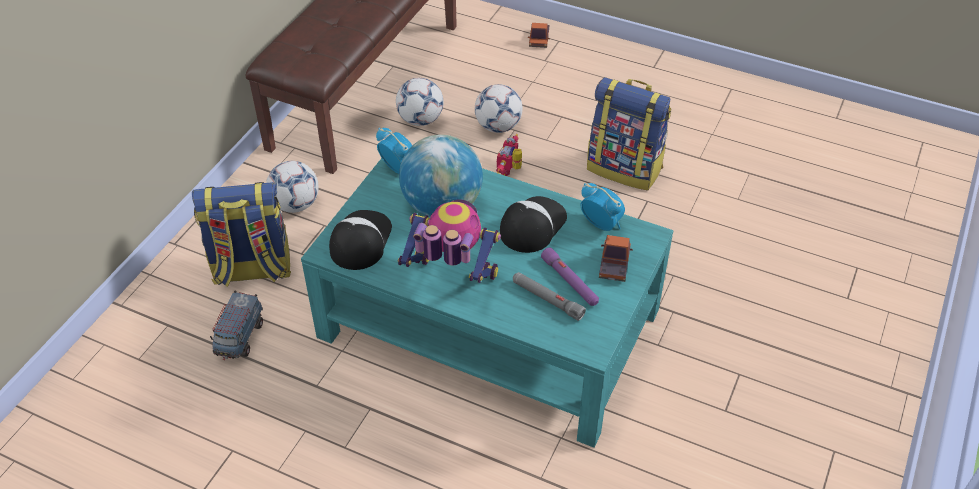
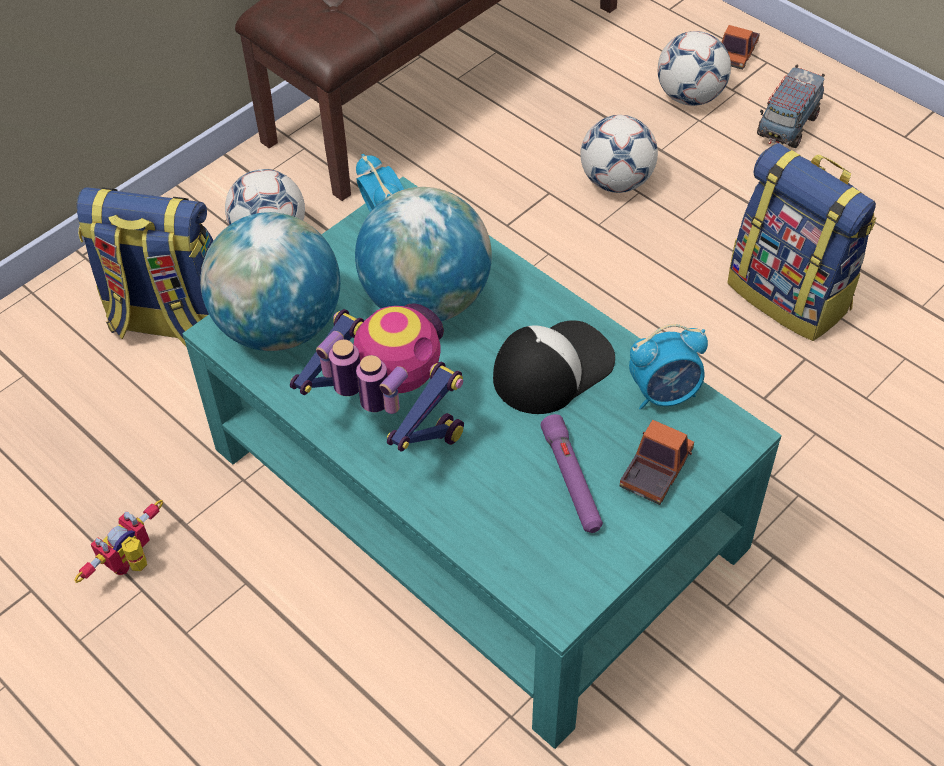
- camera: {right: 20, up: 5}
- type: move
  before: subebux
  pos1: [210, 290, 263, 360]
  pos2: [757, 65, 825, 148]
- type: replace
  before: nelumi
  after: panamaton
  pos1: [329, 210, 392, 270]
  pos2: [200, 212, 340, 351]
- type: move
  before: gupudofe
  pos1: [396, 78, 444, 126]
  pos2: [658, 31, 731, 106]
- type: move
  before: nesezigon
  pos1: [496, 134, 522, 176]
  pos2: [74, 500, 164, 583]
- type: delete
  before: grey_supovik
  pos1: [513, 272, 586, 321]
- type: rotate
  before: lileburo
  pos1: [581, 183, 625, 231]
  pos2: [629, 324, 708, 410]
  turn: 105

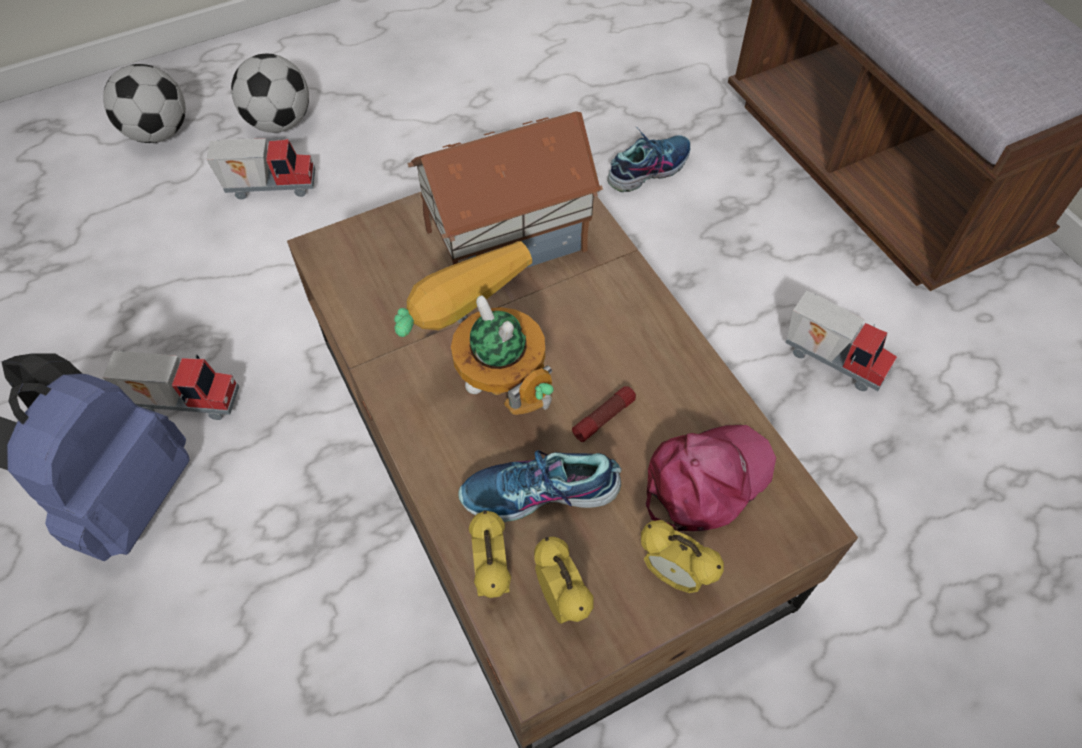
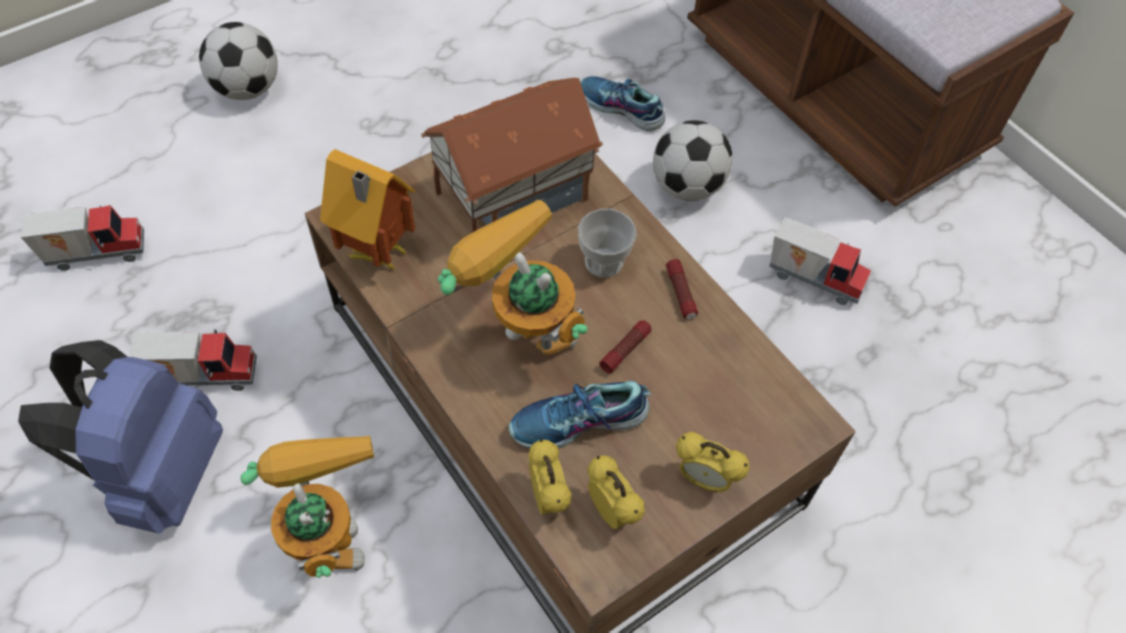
- camera: {right: -10, up: 0}
- type: move
  before: gupudofe
  pos1: [103, 64, 186, 143]
  pos2: [653, 120, 733, 201]
- type: move
  before: subebux
  pos1: [206, 138, 315, 199]
  pos2: [21, 205, 144, 271]
- type: rotate
  before: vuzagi
  pos1: [607, 127, 690, 192]
  pos2: [580, 76, 665, 131]
  turn: -105
- type: delete
  before: pink_nelumi
  pos1: [646, 425, 776, 532]
- type: insert
  after: nesezigon
  pos2: [240, 436, 374, 578]
- type: insert
  after: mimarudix
  pos2: [320, 149, 415, 271]
- type: insert
  after: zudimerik
  pos2: [578, 209, 637, 277]
- type: insert
  after: supovik
  pos2: [666, 259, 698, 319]

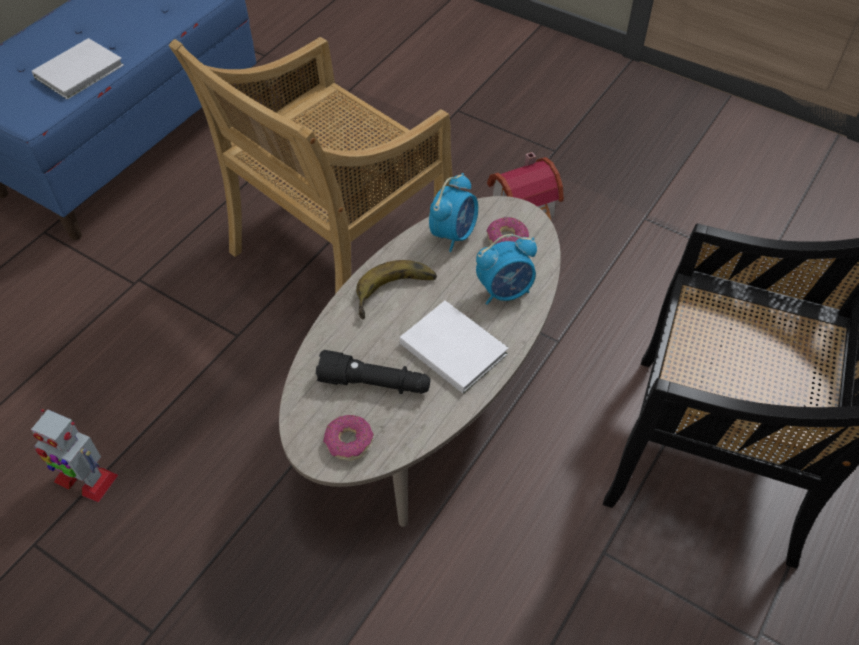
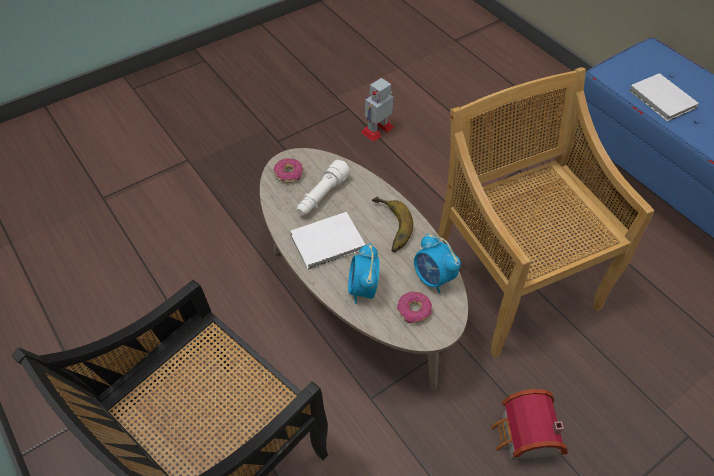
- camera: {right: 110, up: 0}
- type: recolor
  before: black_supovik
  after: white_supovik
  pos1: [316, 350, 430, 394]
  pos2: [297, 160, 351, 216]

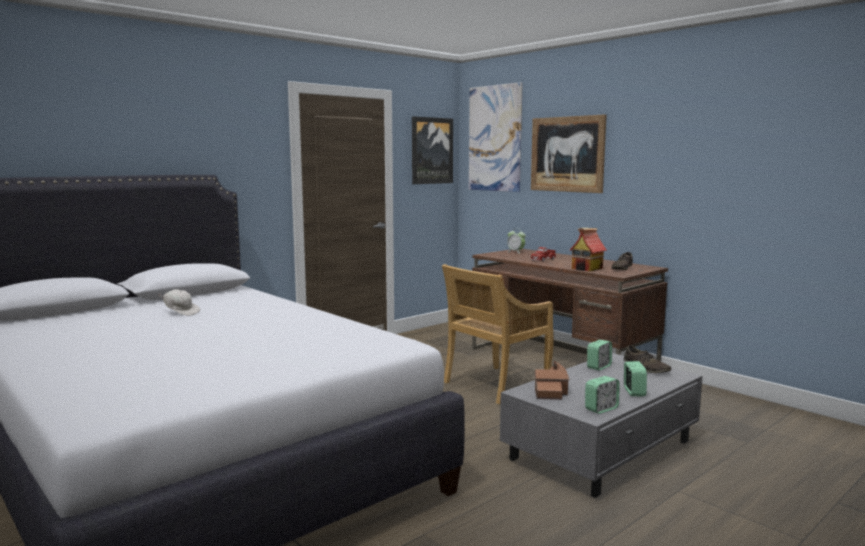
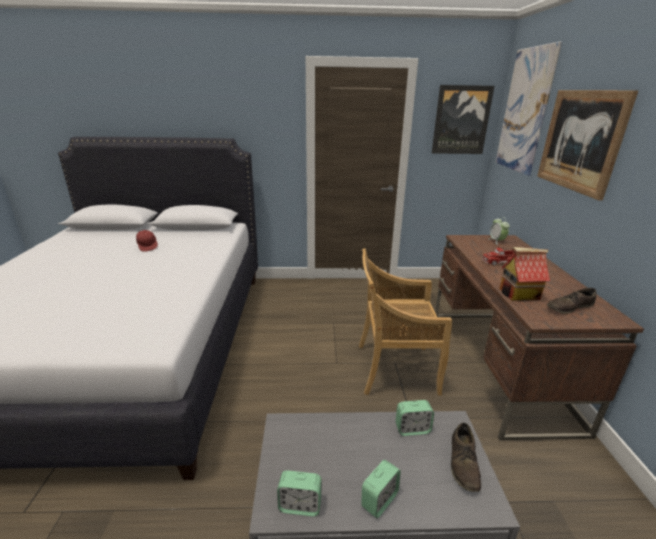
- camera: {right: 40, up: 15}
- type: recolor
  before: white_nelumi
  after: red_nelumi
  pos1: [159, 289, 200, 316]
  pos2: [136, 230, 158, 252]
- type: delete
  before: mimarudix
  pos1: [534, 361, 570, 400]

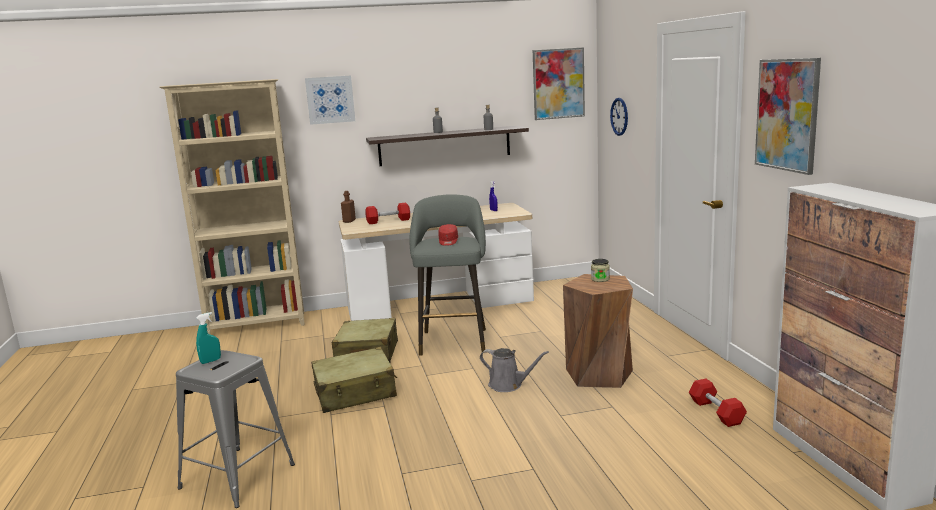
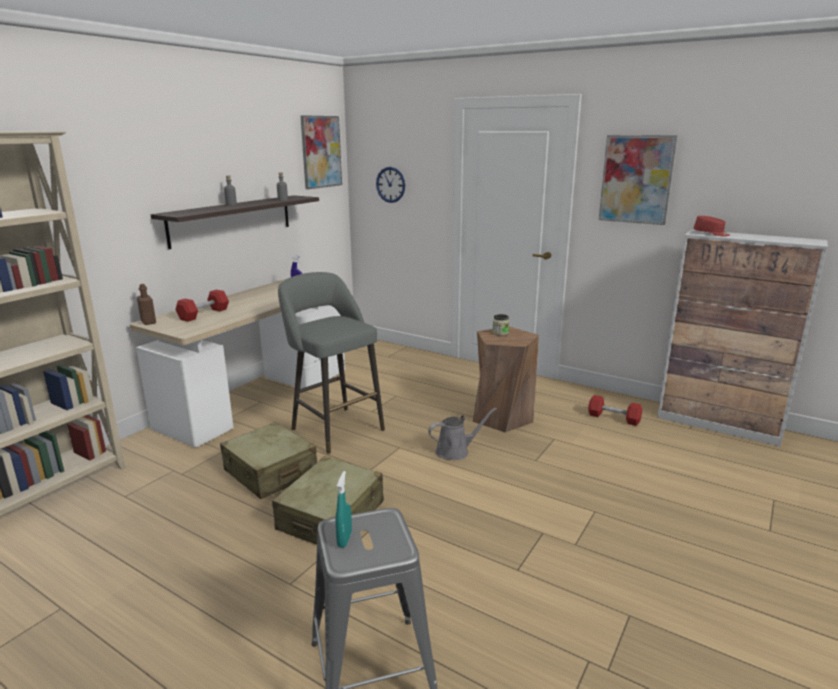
- camera: {right: -45, up: 5}
- type: delete
  before: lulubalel
  pos1: [305, 76, 355, 125]
- type: move
  before: red_nelumi
  pos1: [439, 224, 458, 246]
  pos2: [694, 216, 730, 236]

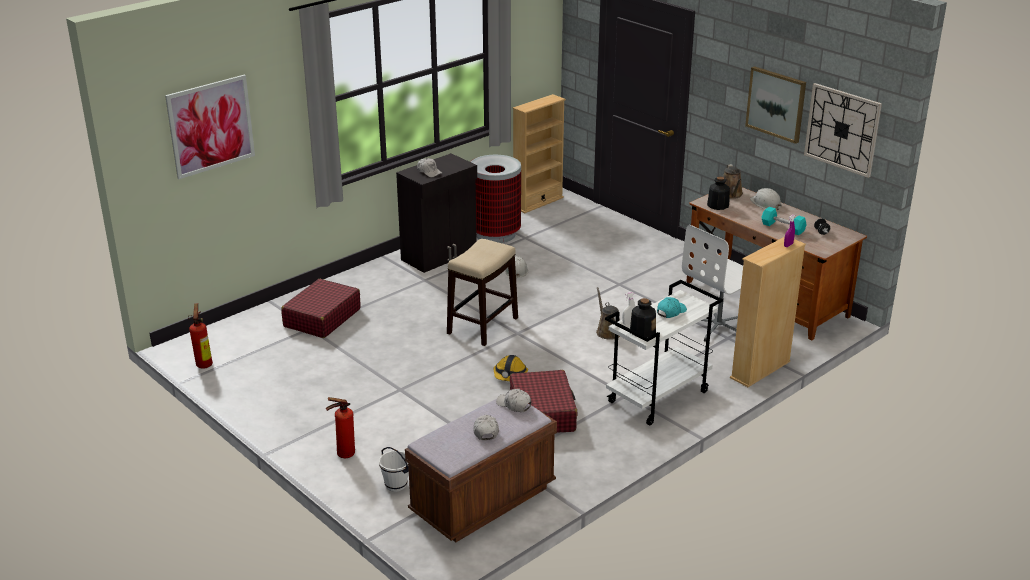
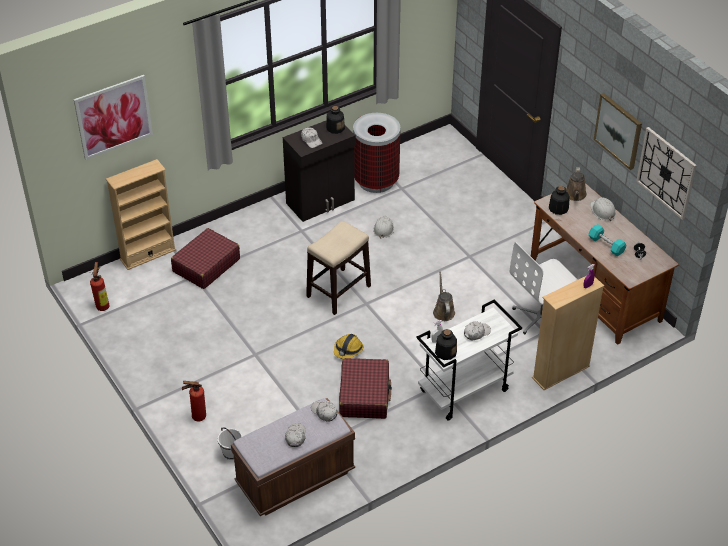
- camera: {right: 10, up: 15}
- type: move
  before: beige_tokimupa
  pos1: [513, 94, 566, 213]
  pos2: [106, 159, 176, 270]
- type: recolor
  before: turquoise_nelumi
  after: white_nelumi
  pos1: [657, 297, 687, 318]
  pos2: [464, 321, 491, 340]
- type: insert
  after: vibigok
  pos2: [326, 106, 345, 134]

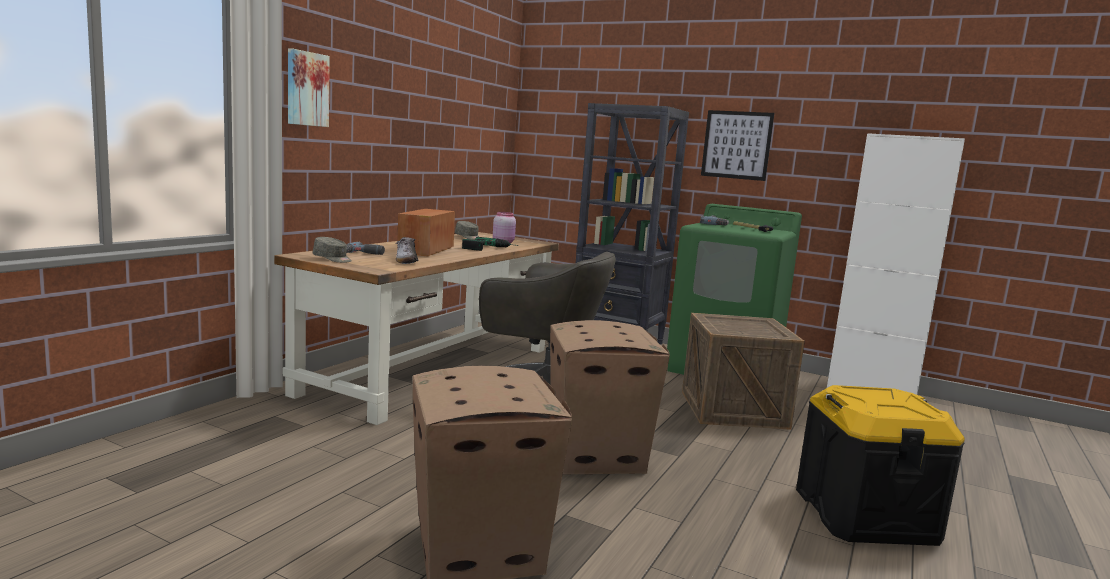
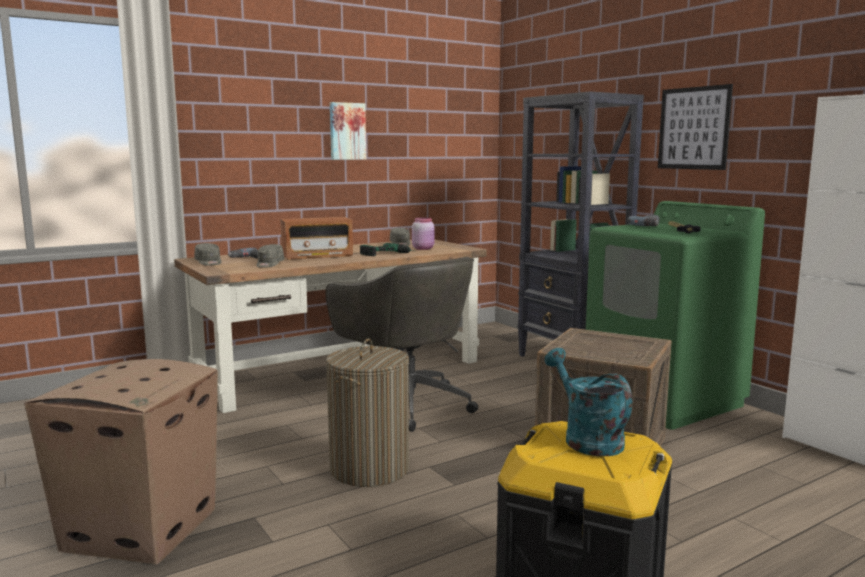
- camera: {right: 30, up: 0}
- type: move
  before: lulubalel
  pos1: [288, 49, 330, 127]
  pos2: [330, 102, 366, 160]
- type: replace
  before: vuzagi
  after: grey_nelumi
  pos1: [396, 237, 418, 264]
  pos2: [257, 244, 284, 268]
- type: rotate
  before: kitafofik
  pos1: [397, 209, 455, 256]
  pos2: [281, 217, 353, 260]
  turn: -150
- type: replace
  before: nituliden
  after: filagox
  pos1: [550, 320, 670, 474]
  pos2: [326, 338, 409, 487]
- type: insert
  after: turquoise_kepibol
  pos2: [544, 348, 632, 456]

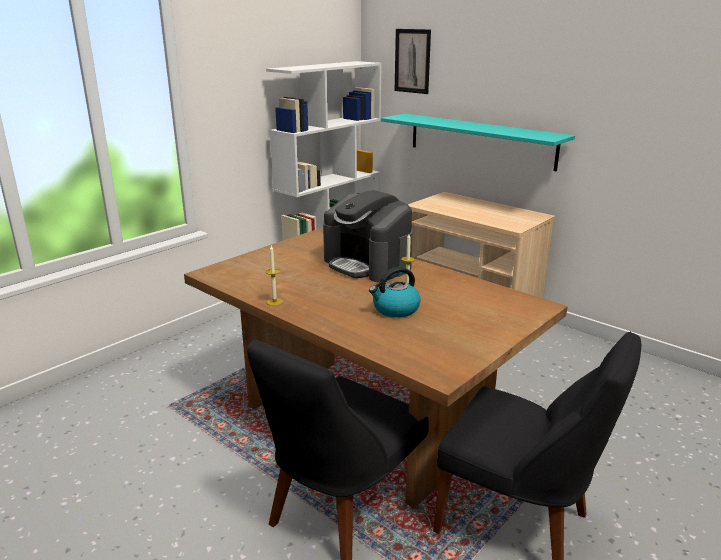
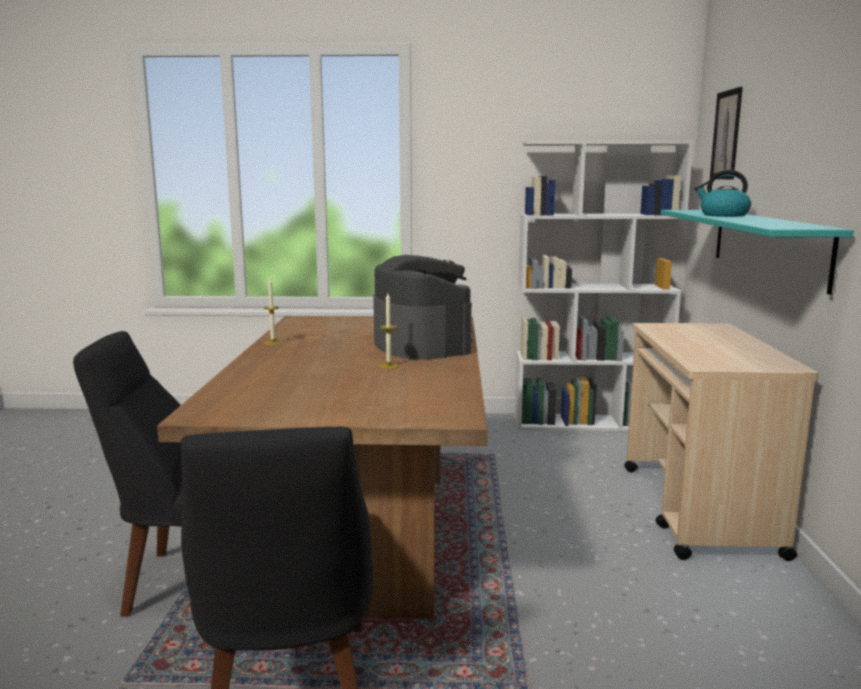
- camera: {right: 50, up: -10}
- type: rotate
  before: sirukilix
  pos1: [323, 190, 413, 282]
  pos2: [373, 255, 472, 360]
  turn: 150
- type: move
  before: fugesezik
  pos1: [369, 267, 421, 318]
  pos2: [695, 170, 751, 217]

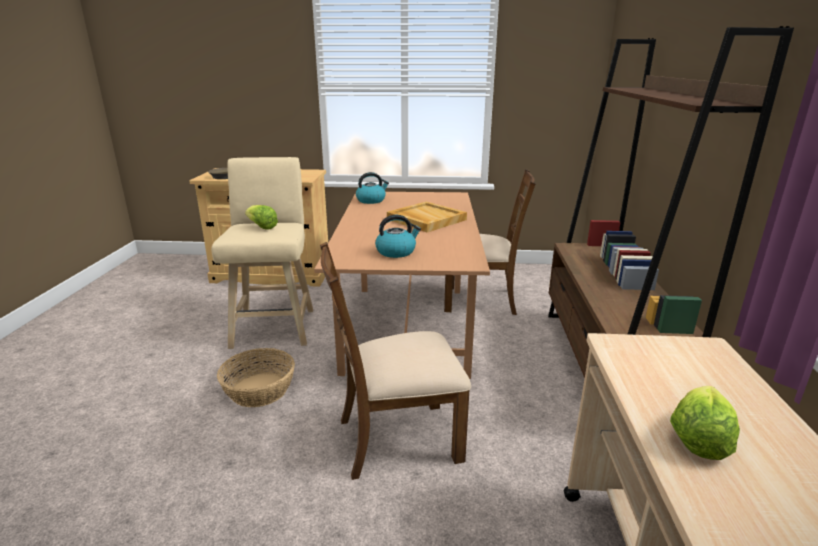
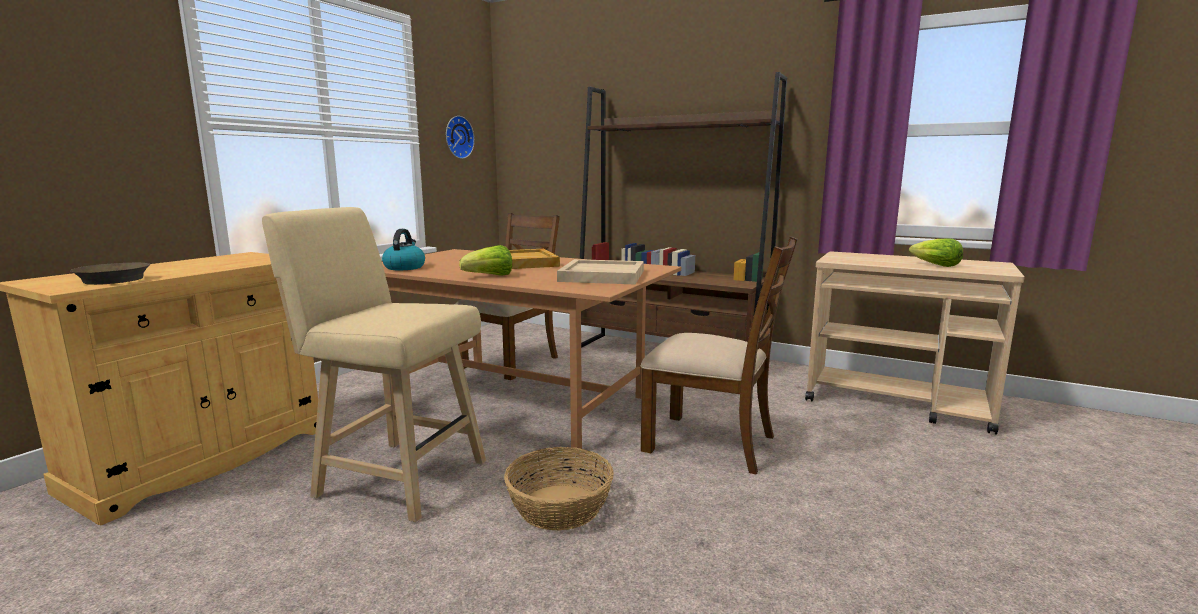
- camera: {right: -65, up: -10}
- type: move
  before: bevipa
  pos1: [245, 205, 278, 230]
  pos2: [459, 245, 512, 276]
- type: rotate
  before: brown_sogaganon
  pos1: [320, 242, 471, 480]
  pos2: [641, 236, 798, 475]
  turn: -75
- type: replace
  before: fugesezik
  after: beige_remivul
  pos1: [375, 215, 421, 258]
  pos2: [557, 259, 644, 284]
- type: insert
  after: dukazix
  pos2: [446, 116, 475, 159]

